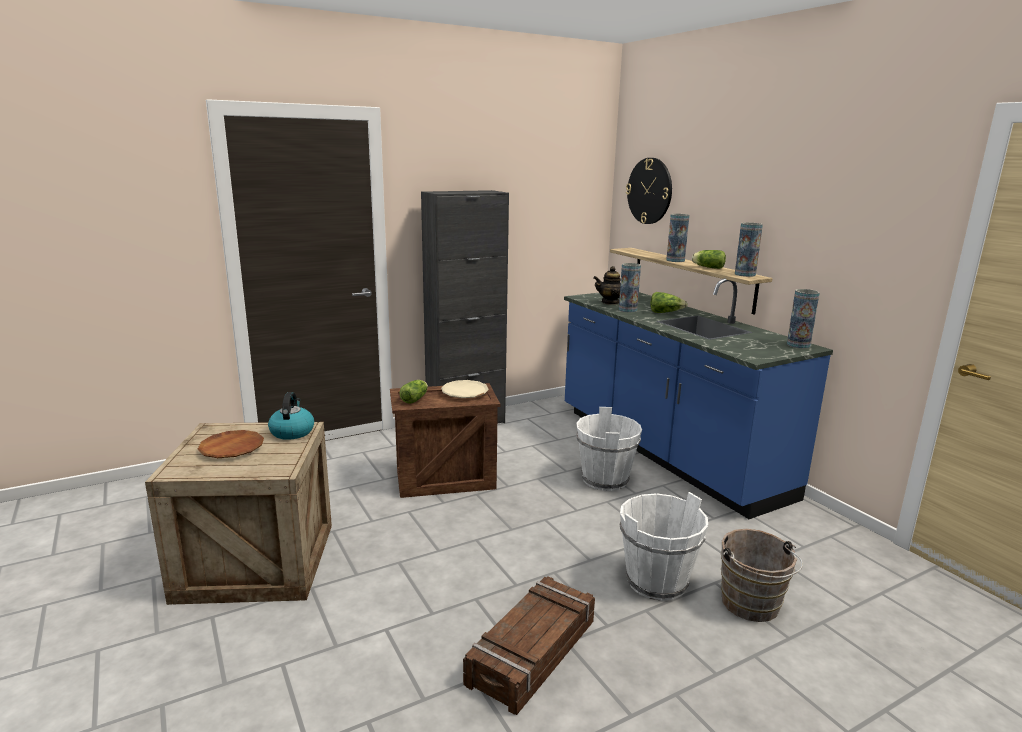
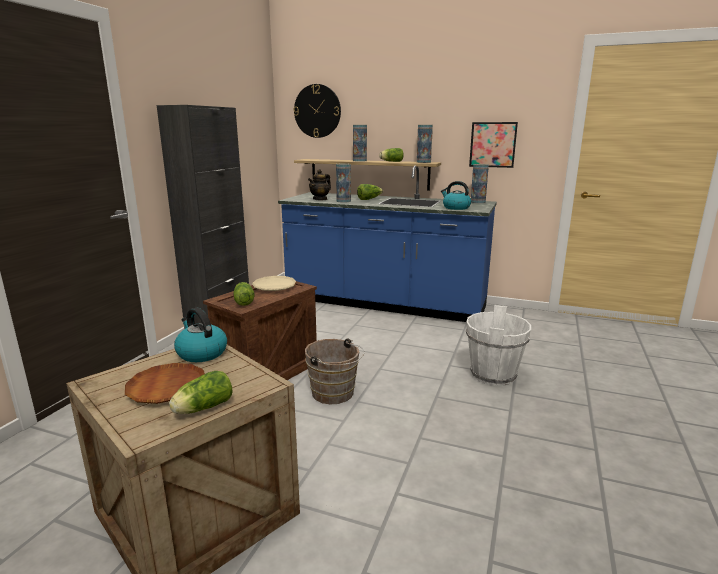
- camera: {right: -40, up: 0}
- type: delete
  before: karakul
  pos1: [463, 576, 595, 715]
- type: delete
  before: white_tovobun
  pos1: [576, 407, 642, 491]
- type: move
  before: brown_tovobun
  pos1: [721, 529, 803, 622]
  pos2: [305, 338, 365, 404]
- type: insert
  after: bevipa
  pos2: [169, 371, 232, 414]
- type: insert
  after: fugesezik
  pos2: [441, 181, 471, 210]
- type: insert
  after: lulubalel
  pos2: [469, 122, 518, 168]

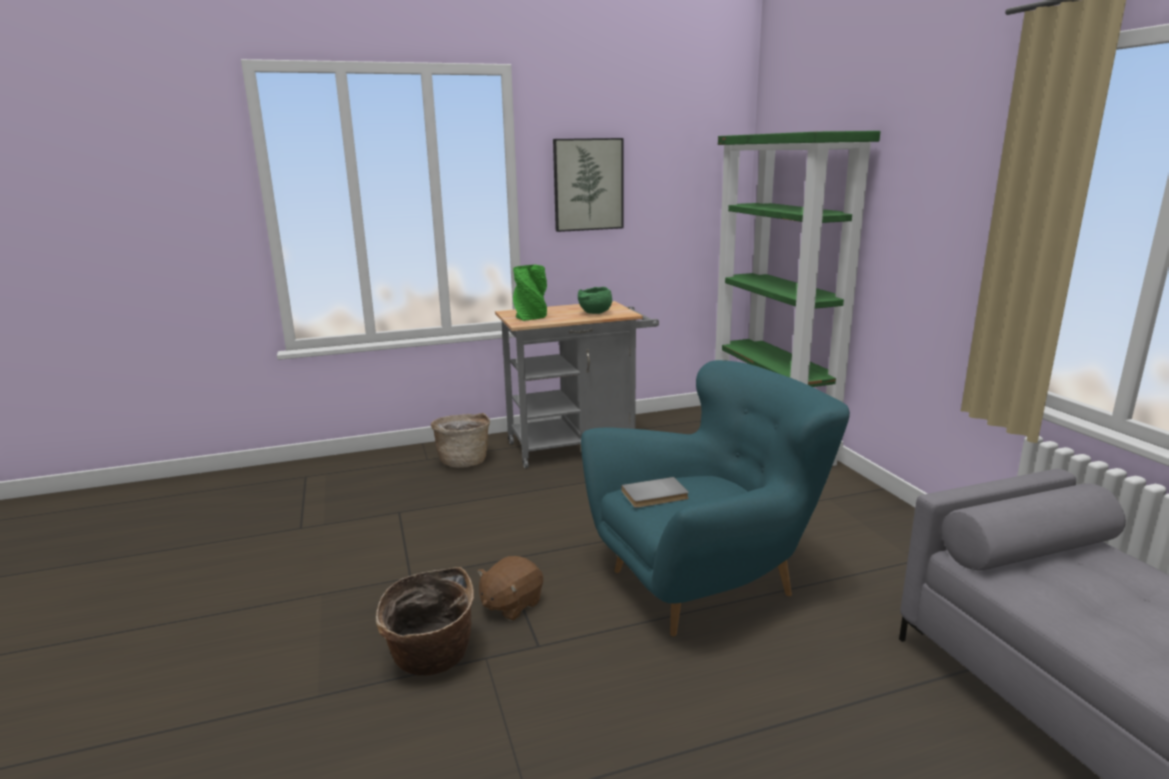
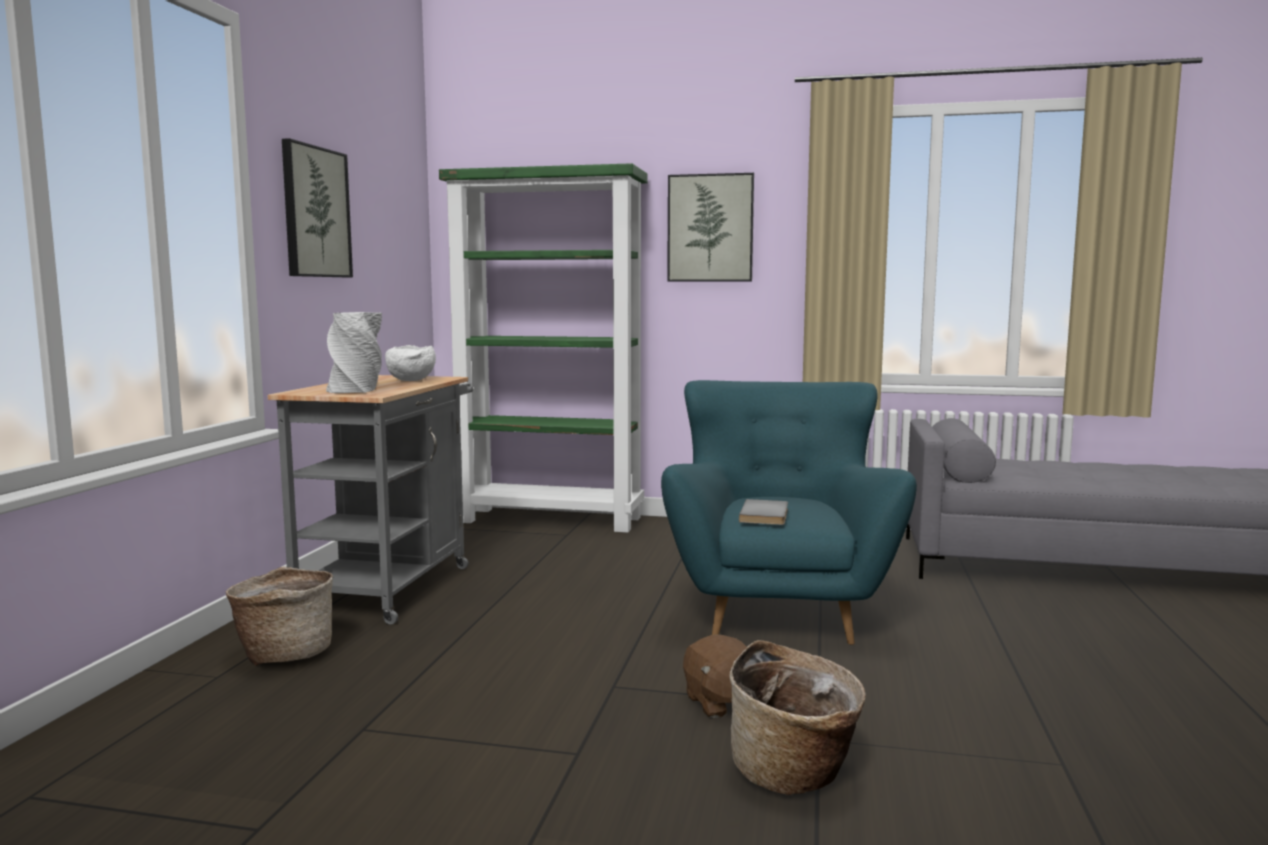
- camera: {right: -60, up: -10}
- type: recolor
  before: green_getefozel
  after: grey_getefozel
  pos1: [513, 265, 547, 321]
  pos2: [326, 312, 382, 393]
- type: recolor
  before: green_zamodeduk
  after: white_zamodeduk
  pos1: [578, 287, 612, 314]
  pos2: [385, 345, 436, 381]
- type: insert
  after: lulubalel
  pos2: [667, 173, 754, 282]

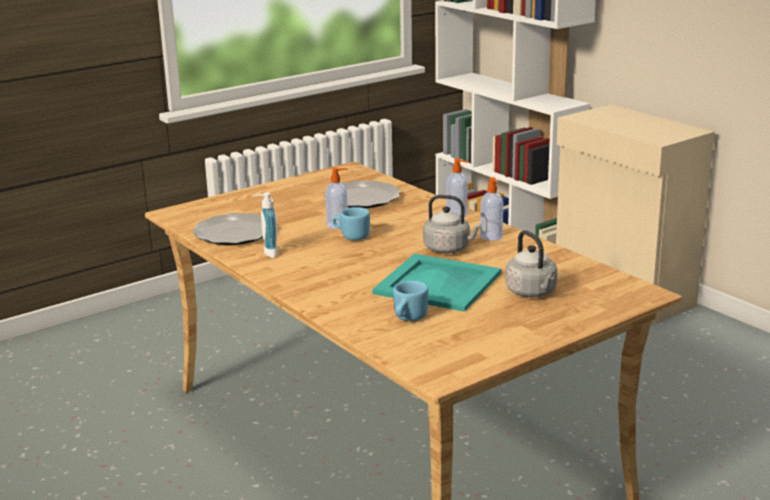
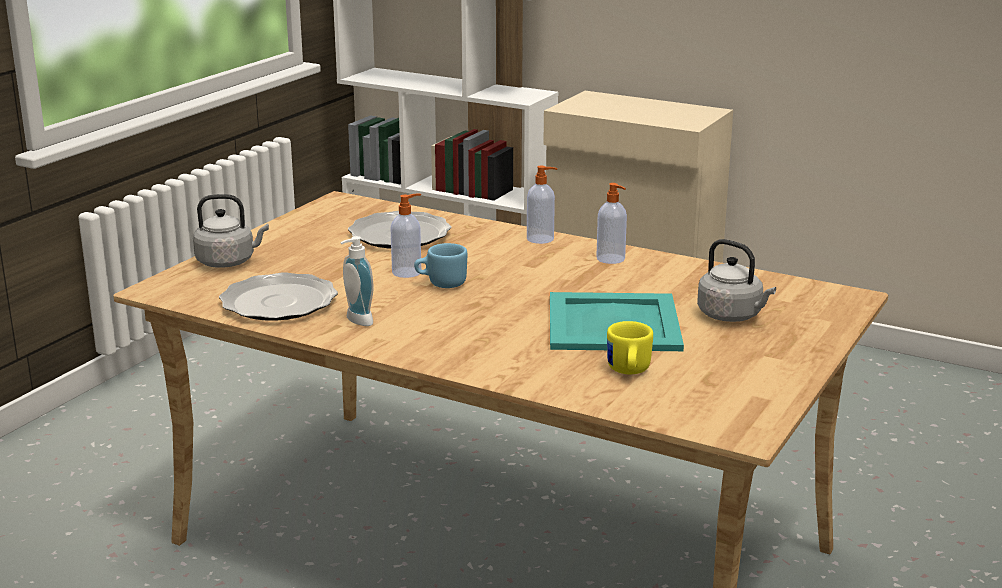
- camera: {right: -25, up: 0}
- type: recolor
  before: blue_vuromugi
  after: yellow_vuromugi
  pos1: [393, 281, 428, 321]
  pos2: [607, 321, 653, 374]
- type: move
  before: grey_fugesezik
  pos1: [423, 195, 482, 253]
  pos2: [193, 194, 269, 268]

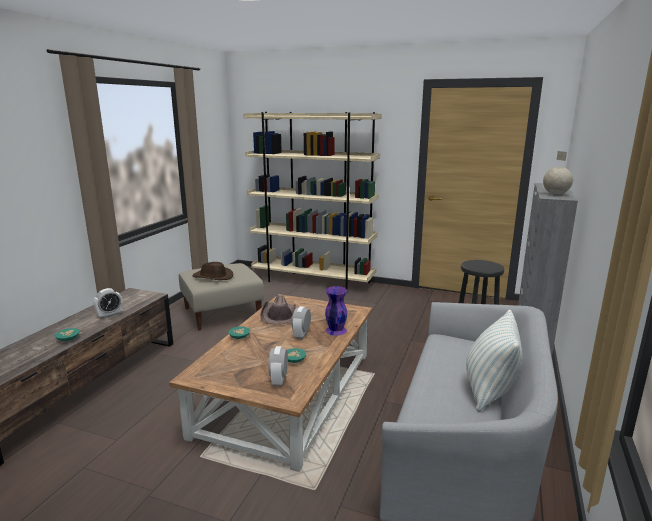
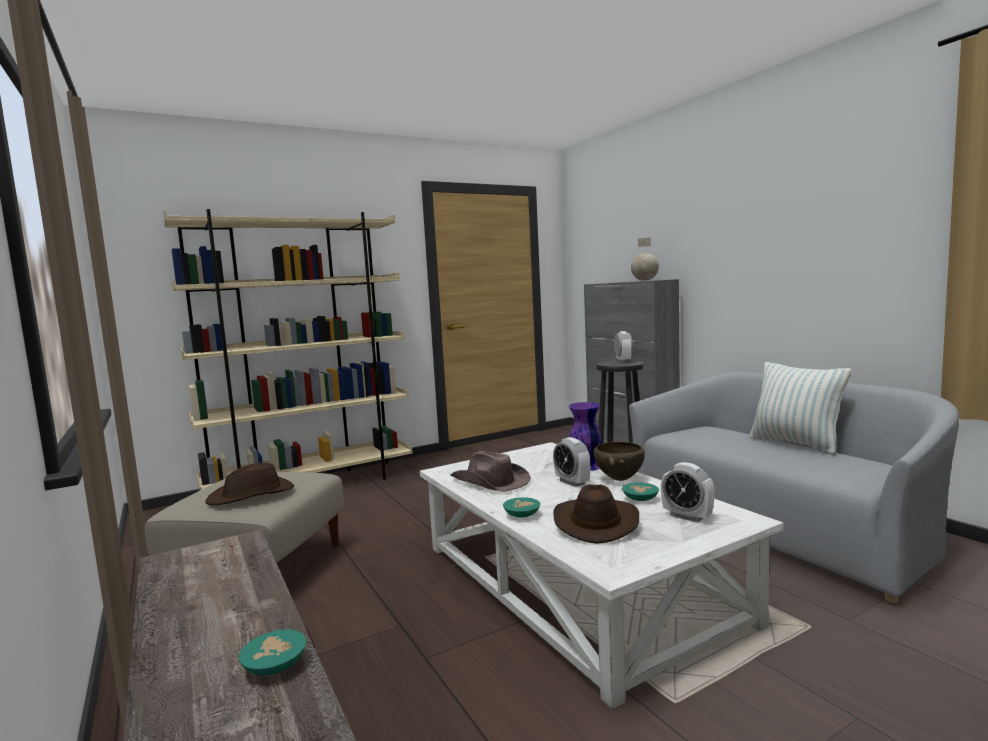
- camera: {right: -50, up: -10}
- type: move
  before: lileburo
  pos1: [93, 288, 123, 319]
  pos2: [614, 331, 633, 363]
- type: recolor
  before: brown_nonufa
  after: white_nonufa
  pos1: [169, 294, 372, 472]
  pos2: [420, 442, 783, 709]
- type: insert
  after: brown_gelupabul
  pos2: [553, 485, 639, 544]
- type: insert
  after: brown_zamodeduk
  pos2: [593, 442, 645, 481]

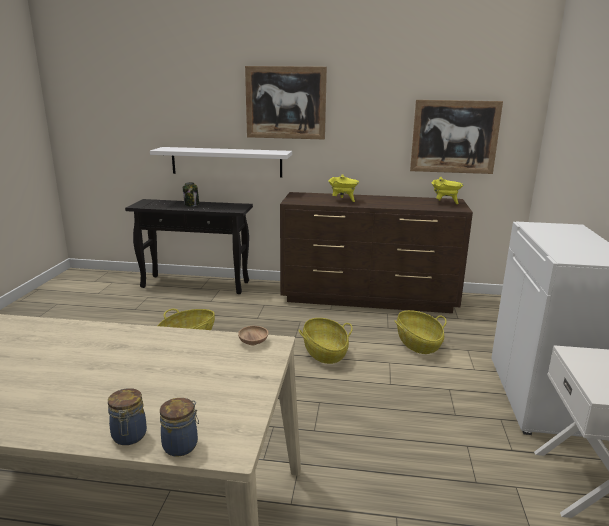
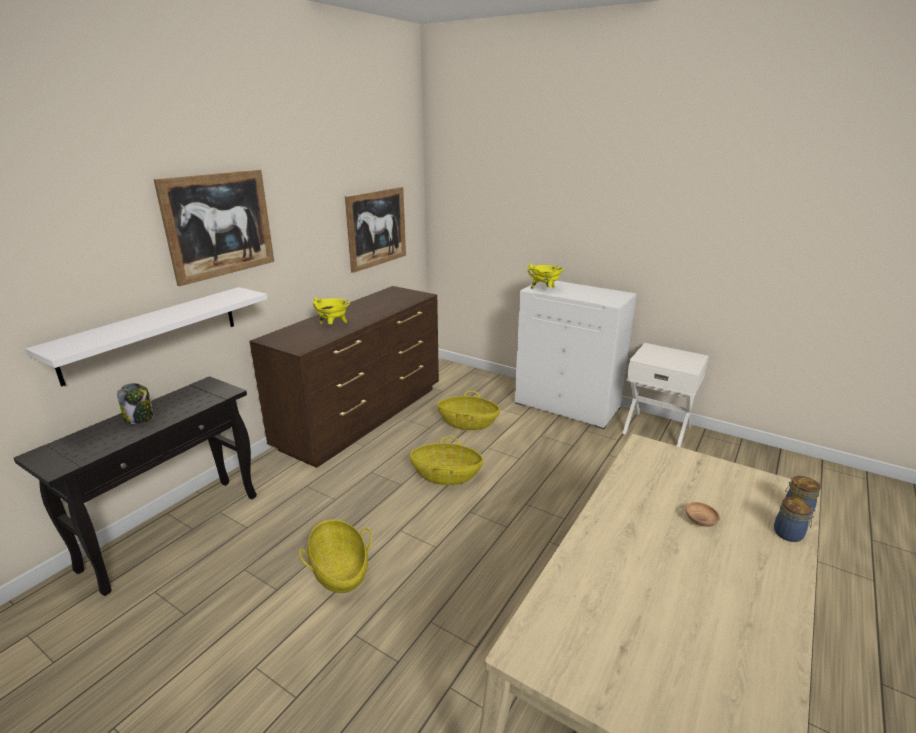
- camera: {right: -65, up: 5}
- type: move
  before: brown_zamodeduk
  pos1: [238, 326, 268, 345]
  pos2: [686, 502, 720, 527]
- type: move
  before: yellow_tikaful
  pos1: [432, 177, 463, 204]
  pos2: [527, 264, 564, 289]

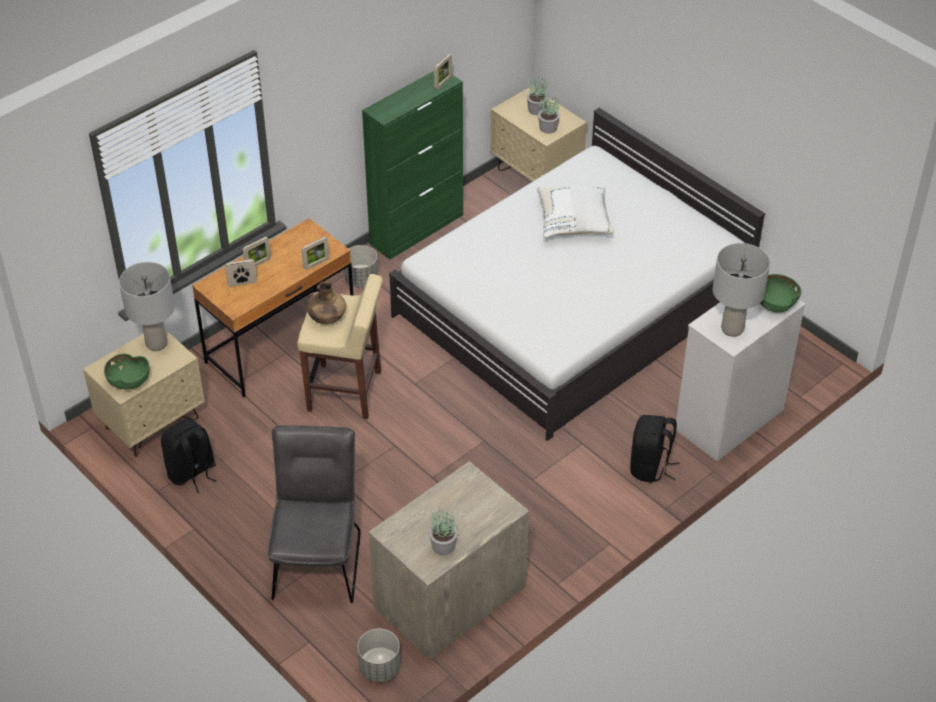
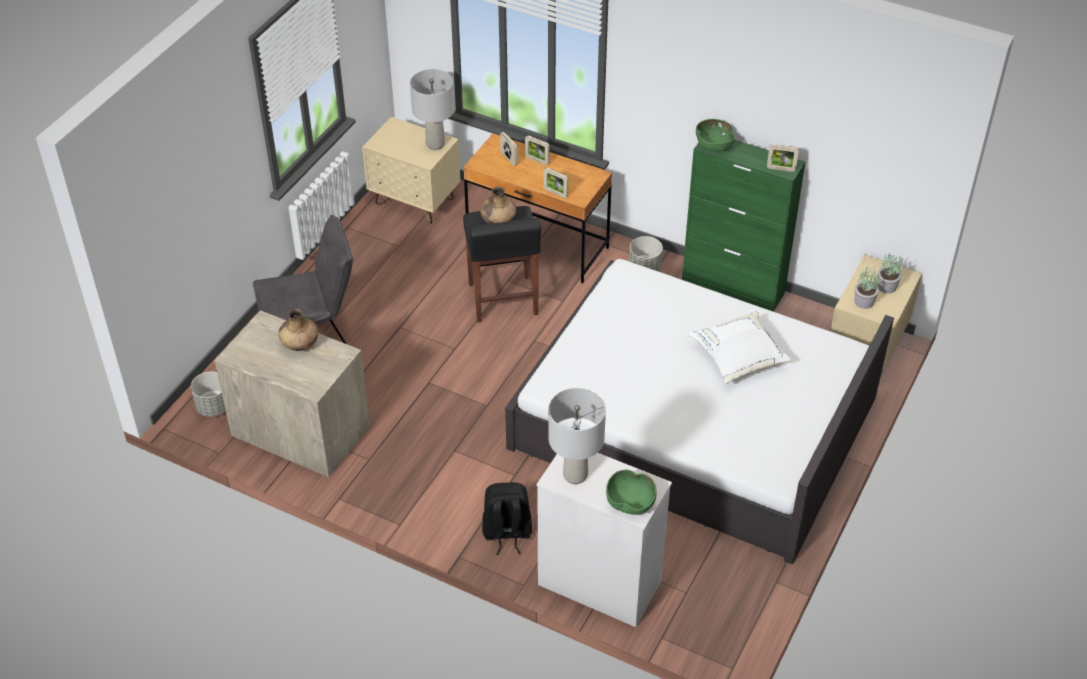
- camera: {right: 70, up: 0}
- type: move
  before: green_zamodeduk
  pos1: [104, 354, 150, 390]
  pos2: [696, 119, 735, 152]
- type: delete
  before: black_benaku
  pos1: [161, 419, 217, 493]
- type: recolor
  before: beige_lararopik
  after: black_lararopik
  pos1: [297, 274, 383, 419]
  pos2: [463, 206, 541, 323]
- type: delete
  before: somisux
  pos1: [429, 507, 458, 555]
- type: insert
  after: brown_getefozel
  pos2: [278, 309, 318, 351]

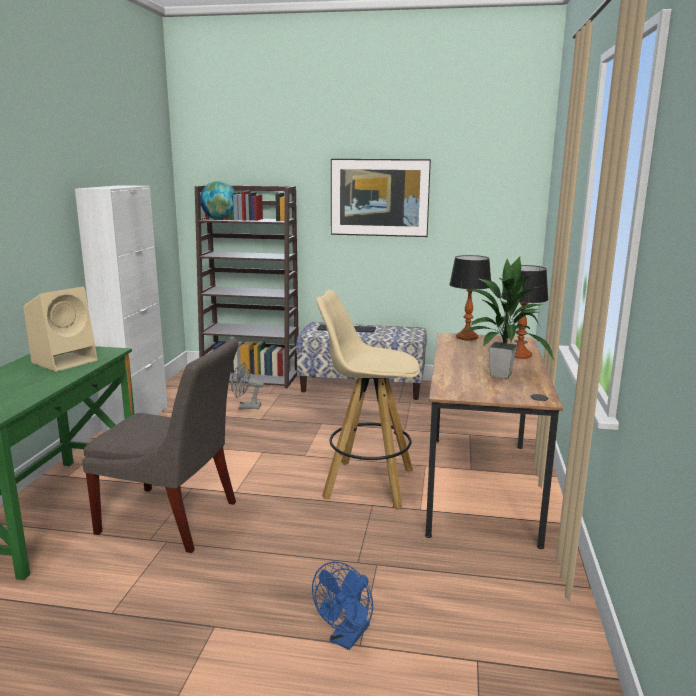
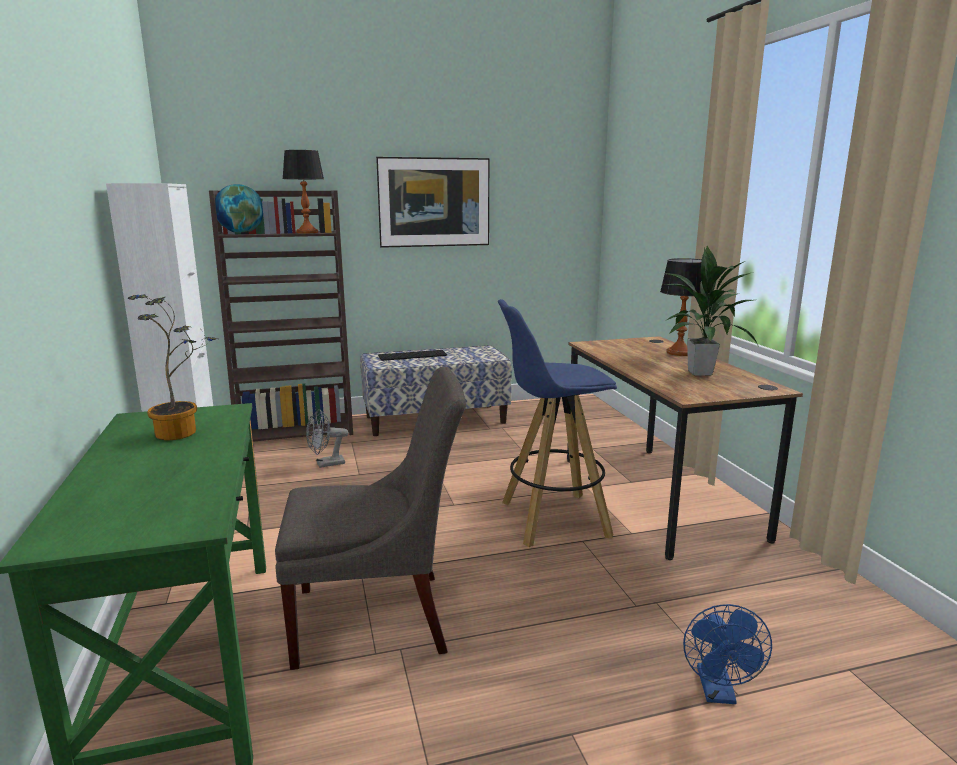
- camera: {right: -25, up: 0}
- type: replace
  before: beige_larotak
  after: somisux
  pos1: [23, 287, 98, 372]
  pos2: [128, 294, 217, 440]
- type: recolor
  before: beige_lararopik
  after: blue_lararopik
  pos1: [316, 290, 420, 509]
  pos2: [498, 299, 617, 547]
- type: move
  before: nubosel
  pos1: [449, 255, 491, 340]
  pos2: [282, 150, 324, 233]

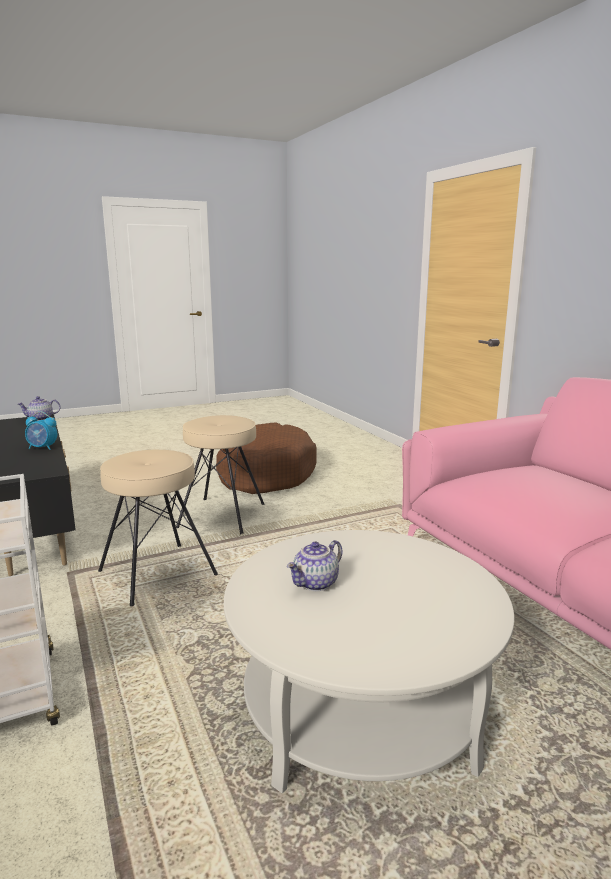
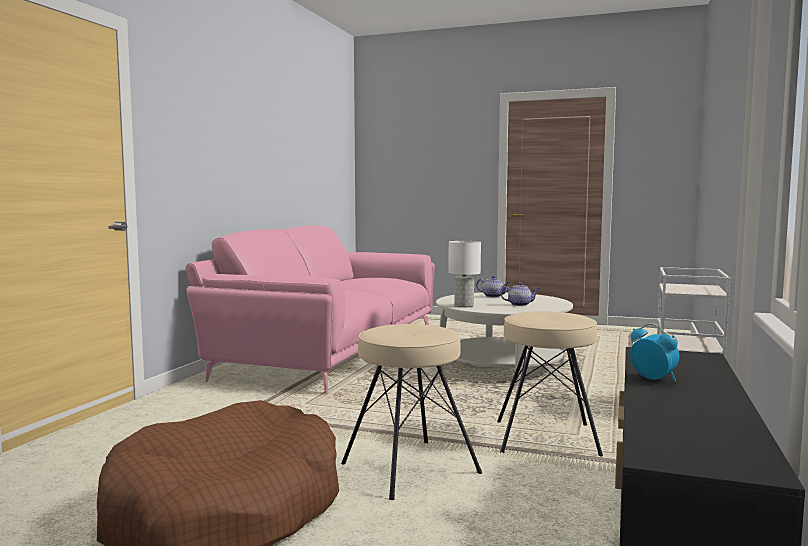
- camera: {right: -135, up: -10}
- type: move
  before: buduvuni
  pos1: [18, 396, 60, 421]
  pos2: [476, 276, 510, 298]
- type: insert
  after: white_nubosel
  pos2: [448, 241, 481, 307]

